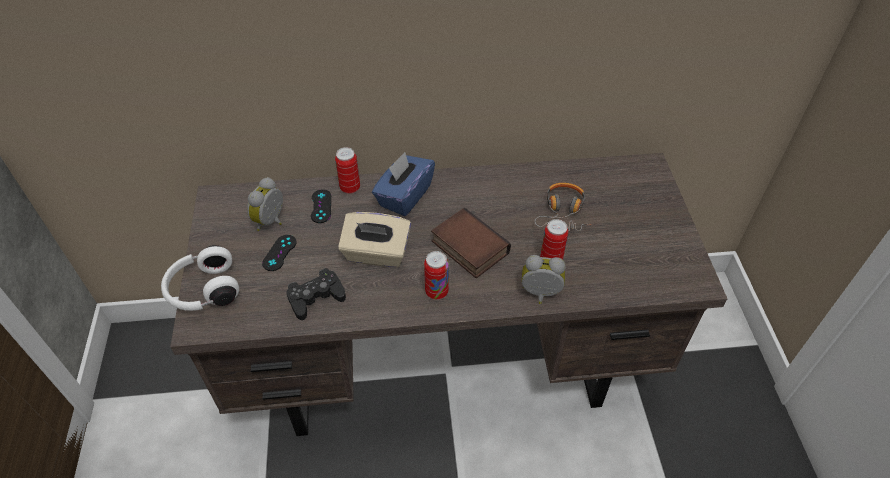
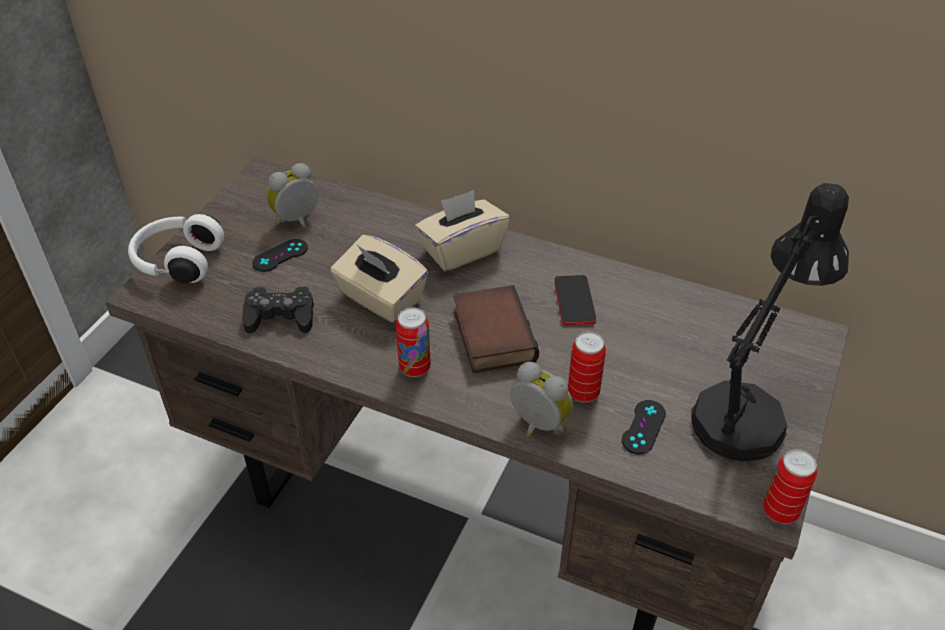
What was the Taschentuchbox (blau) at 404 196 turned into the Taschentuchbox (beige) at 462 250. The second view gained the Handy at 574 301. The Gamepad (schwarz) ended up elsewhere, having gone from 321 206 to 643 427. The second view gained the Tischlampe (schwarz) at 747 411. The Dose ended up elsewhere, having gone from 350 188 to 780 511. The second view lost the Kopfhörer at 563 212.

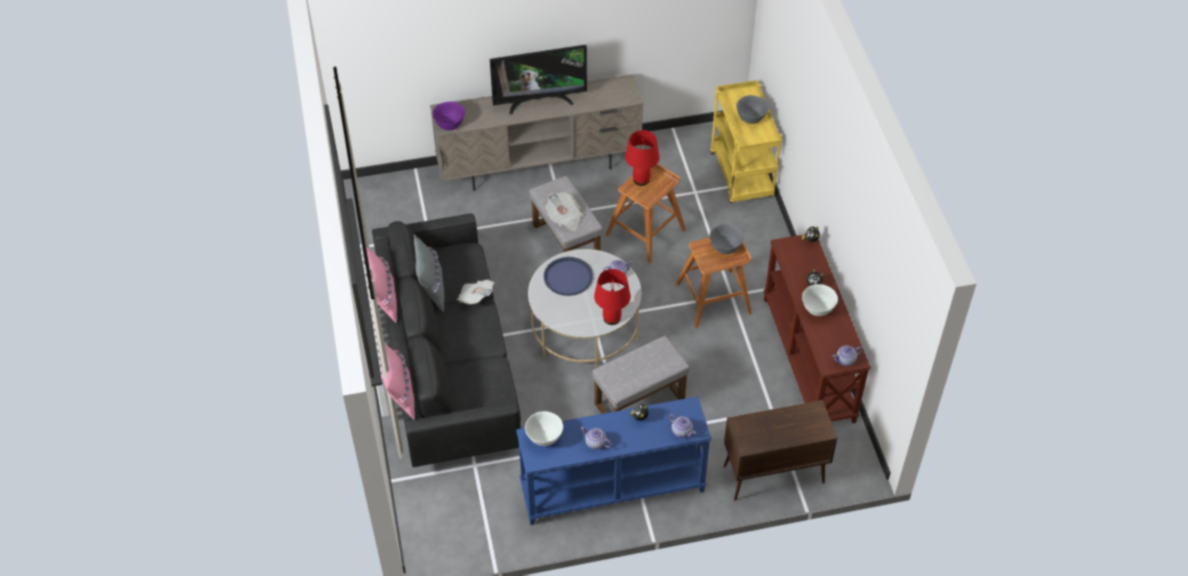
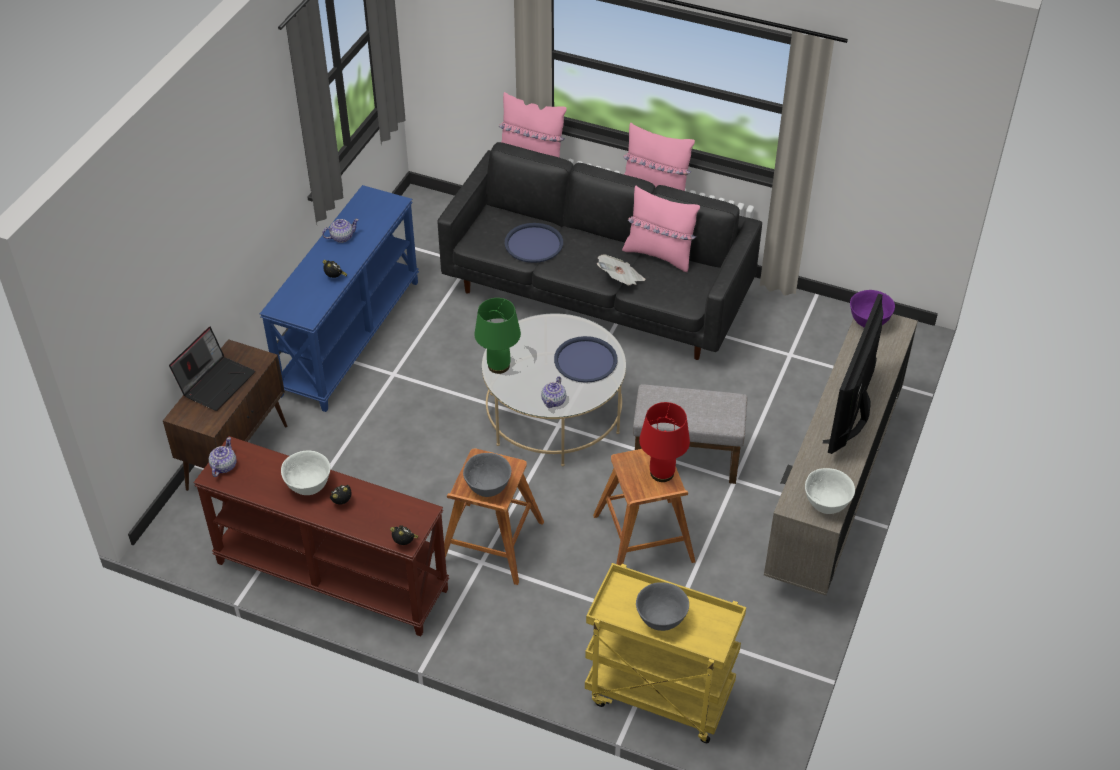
The second view gained the Laptop at 216 382. What was the Tischlampe (rot) at 612 318 turned into the Tischlampe (grün) at 499 366. The second view gained the Tablett (blau) at 533 244. What was the Kissen (grau) at 431 290 turned into the Kissen (rosa) at 659 255. The Schüssel (weiß) ended up elsewhere, having gone from 544 438 to 826 503. The second view lost the Zeitung at 564 218. The second view lost the Polsterhocker (grau) at 639 402. The second view lost the Teekanne at 681 431.

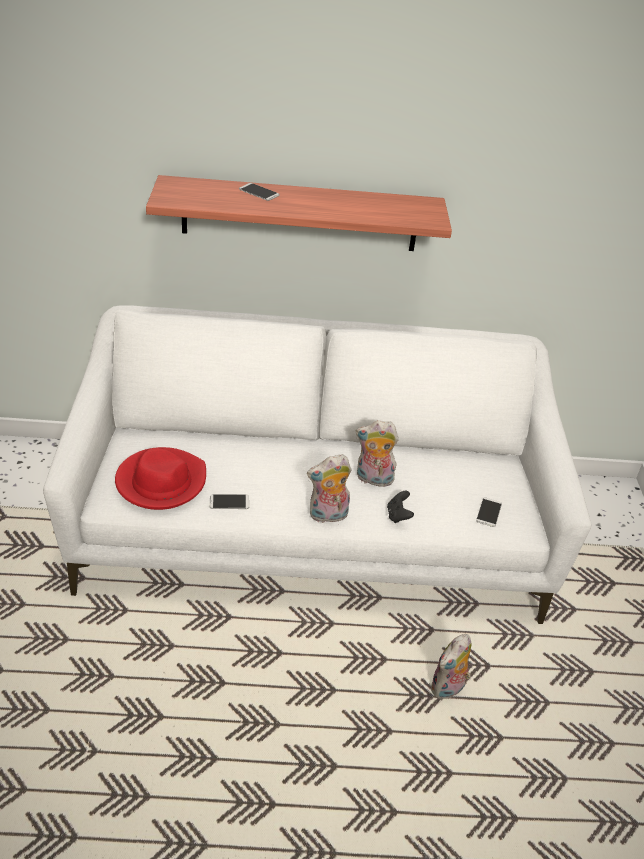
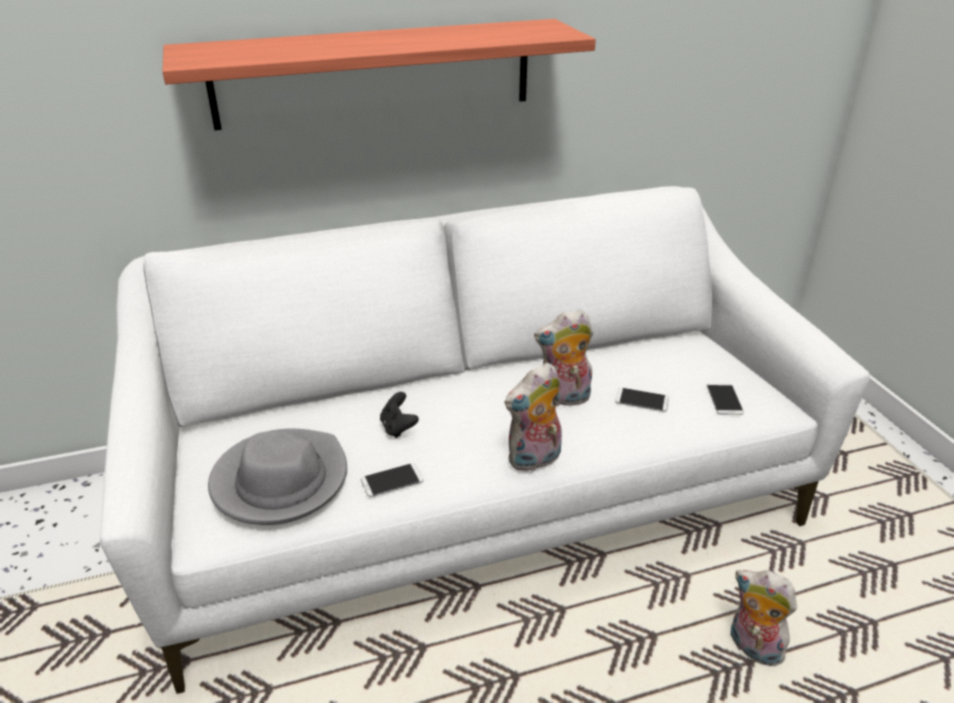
What was the Hut (rot) at 161 482 turned into the Hut (grau) at 280 480. The Gamepad (schwarz) ended up elsewhere, having gone from 398 515 to 398 428. The Handy ended up elsewhere, having gone from 259 192 to 642 400. The Plüschtier at 448 689 ended up facing another way, 105 degrees clockwise from before.

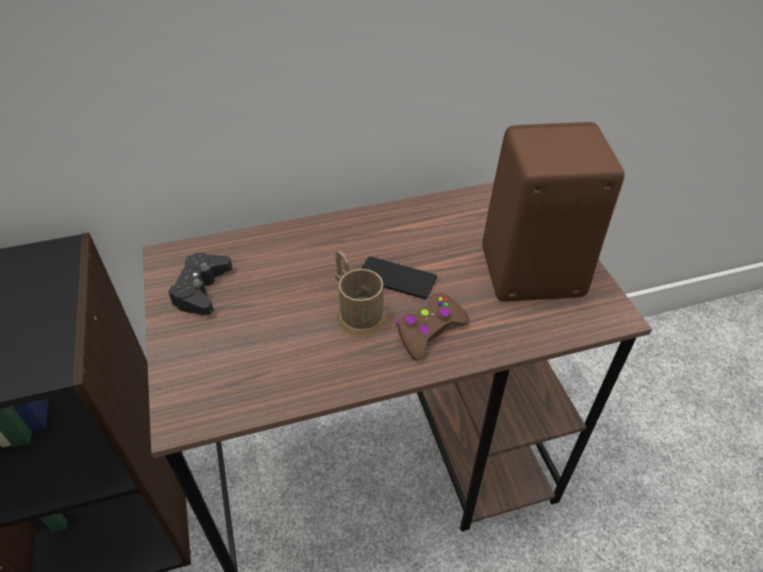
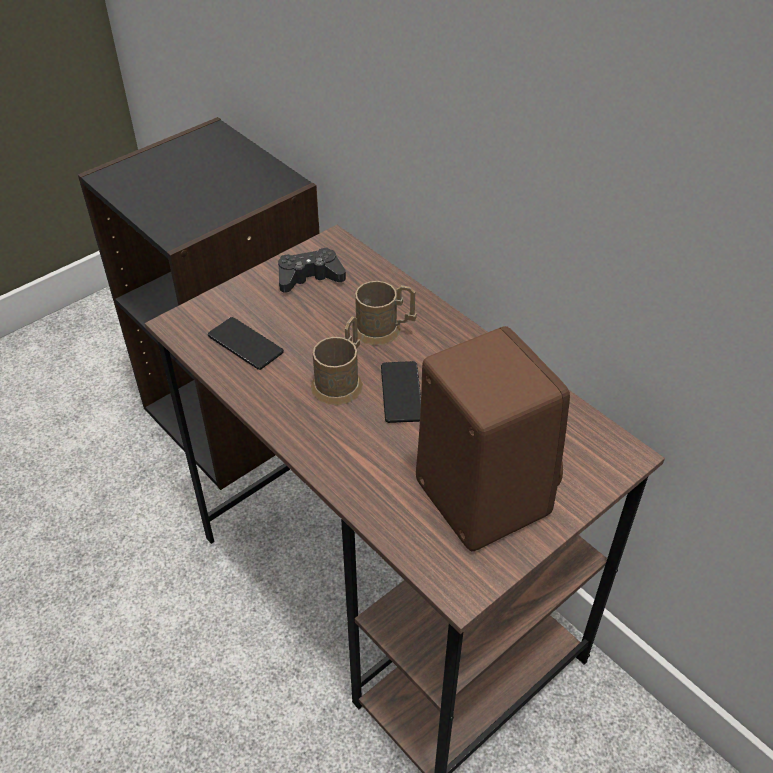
The second view gained the Handy at 245 344. The second view gained the Henkelbecher (braun) at 384 329. The second view lost the Gamepad (braun) at 429 331.

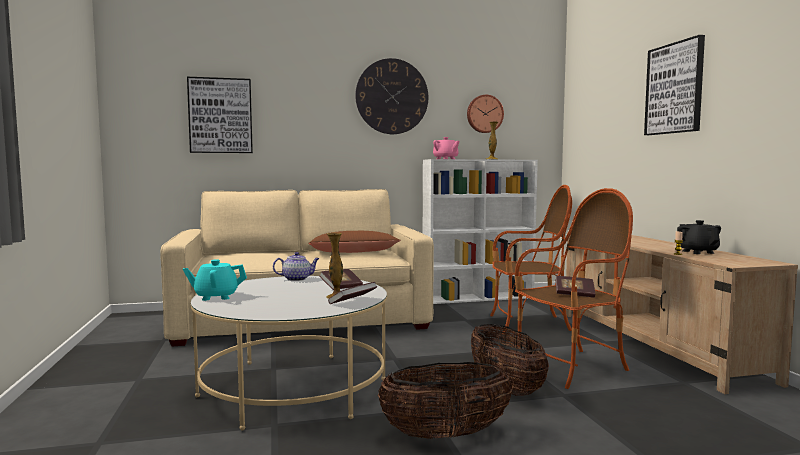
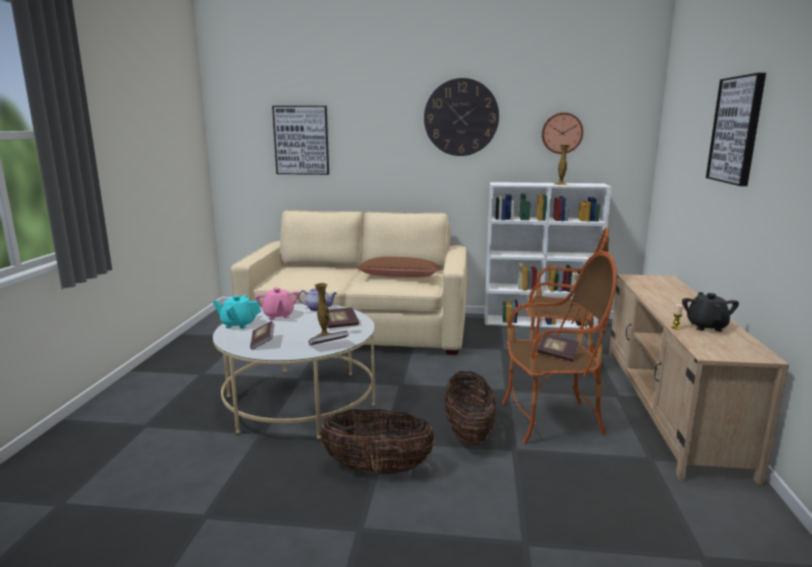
The second view gained the Buch at 262 342. The Teekanne (rosa) ended up elsewhere, having gone from 445 159 to 278 316.

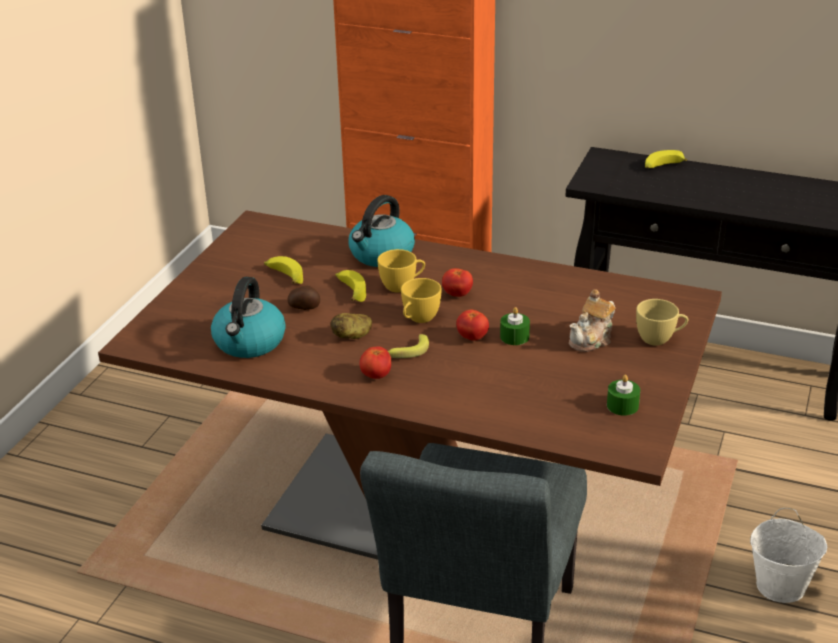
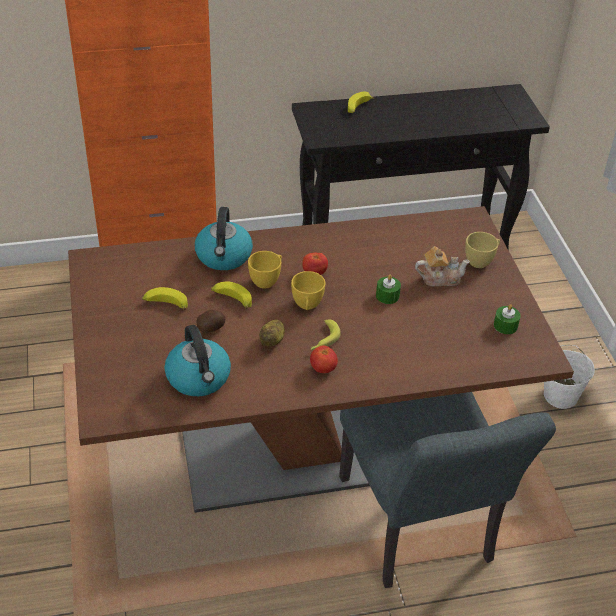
The Teekanne at 592 339 ended up facing another way, 105 degrees counterclockwise from before. The second view lost the Tomate at 472 337.

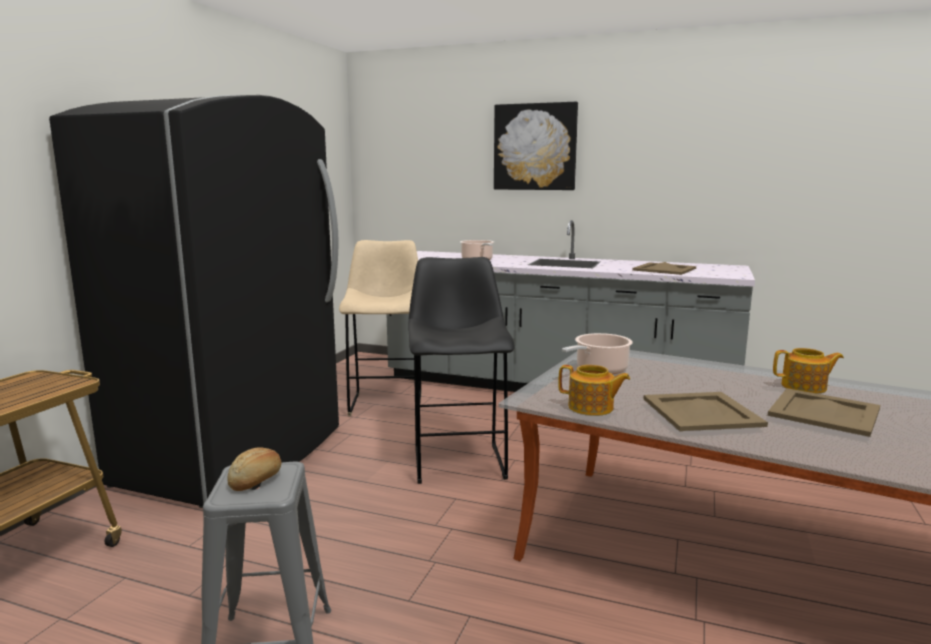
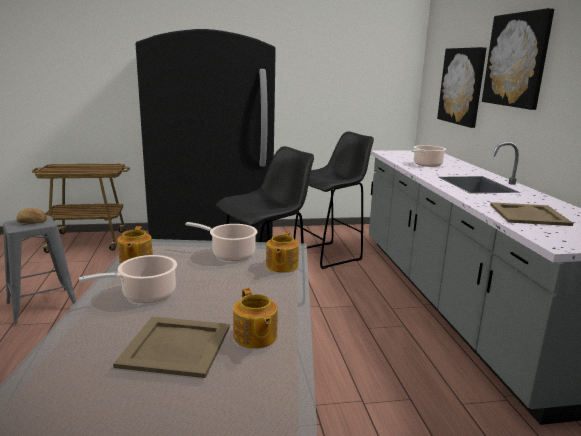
Where the Tablett (beige) stood at 701 412, the Kochtopf came to stand at 145 294. The second view gained the Teekanne at 281 266. What was the Hocker (beige) at 387 403 turned into the Hocker (schwarz) at 329 255. The second view gained the Bild at 462 86.

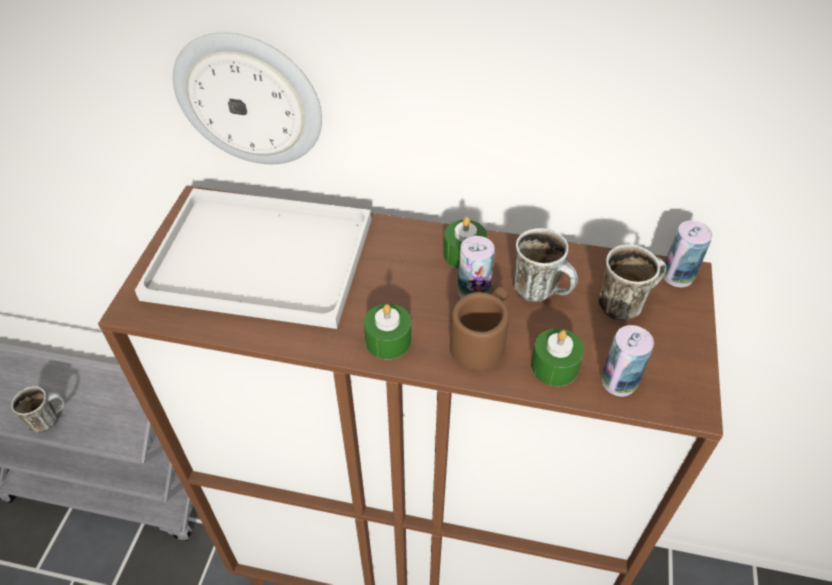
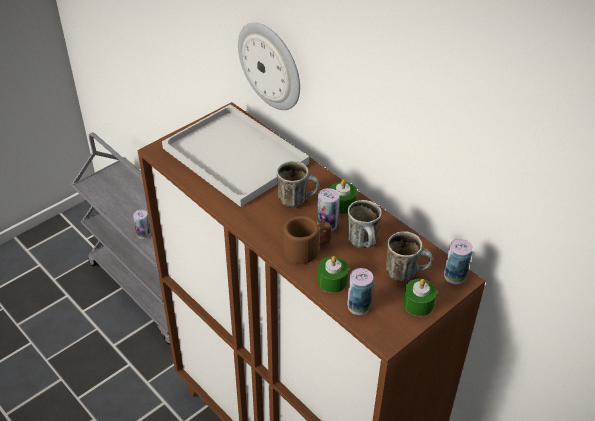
The second view gained the Dose at 143 234. The Henkelbecher ended up elsewhere, having gone from 49 419 to 297 200. The Kerze (grün) ended up elsewhere, having gone from 388 340 to 418 303.

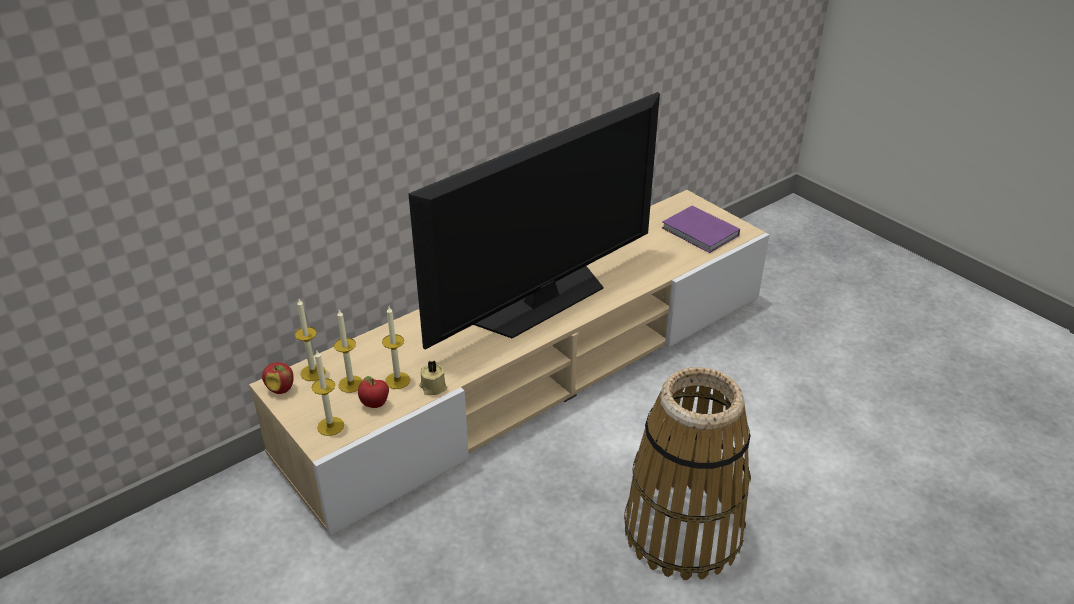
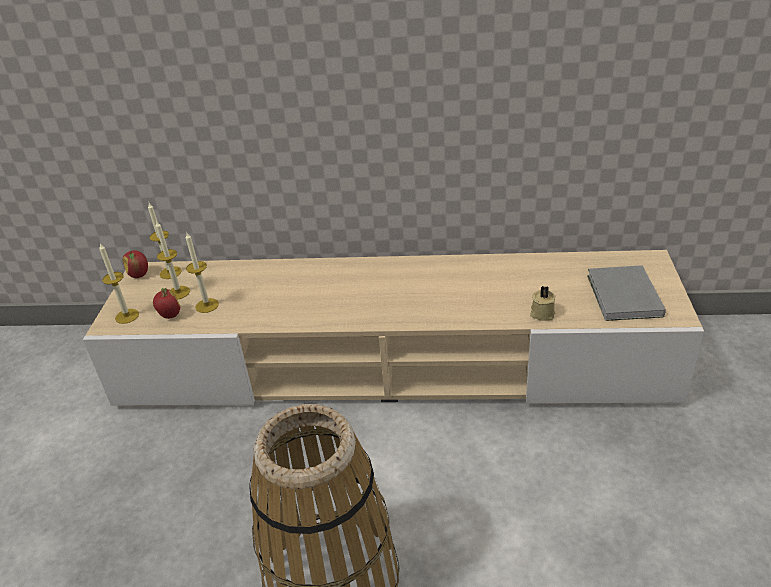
The Kerze (beige) ended up elsewhere, having gone from 432 387 to 542 313. What was the Buch (lila) at 700 233 turned into the Buch (grau) at 623 297. The second view lost the Fernseher at 541 300.

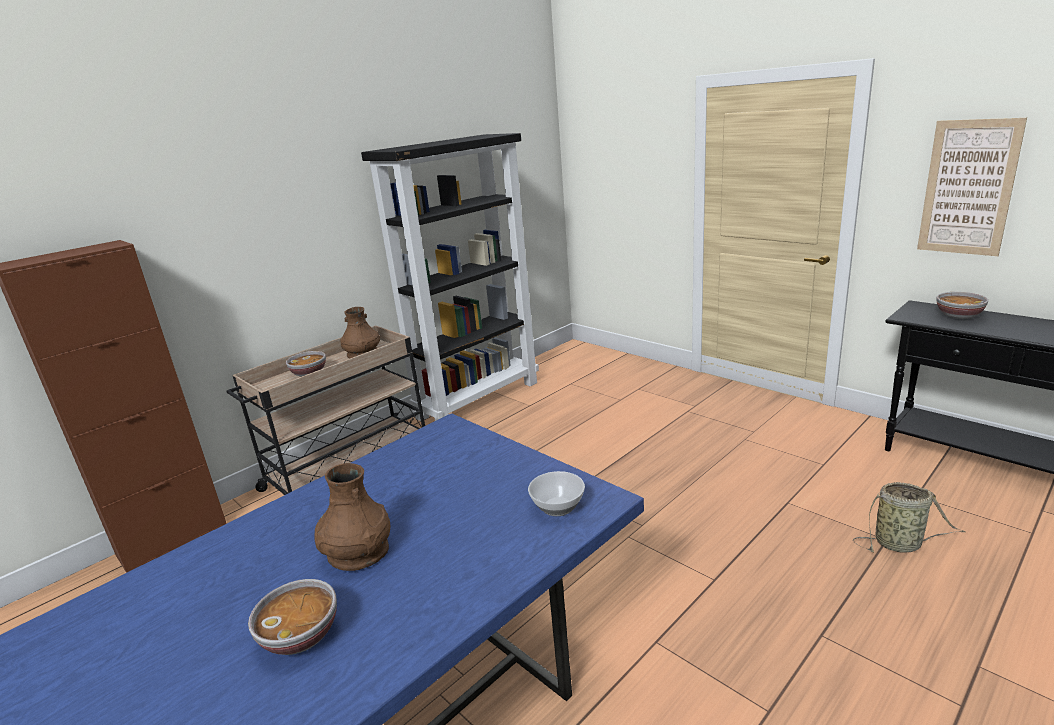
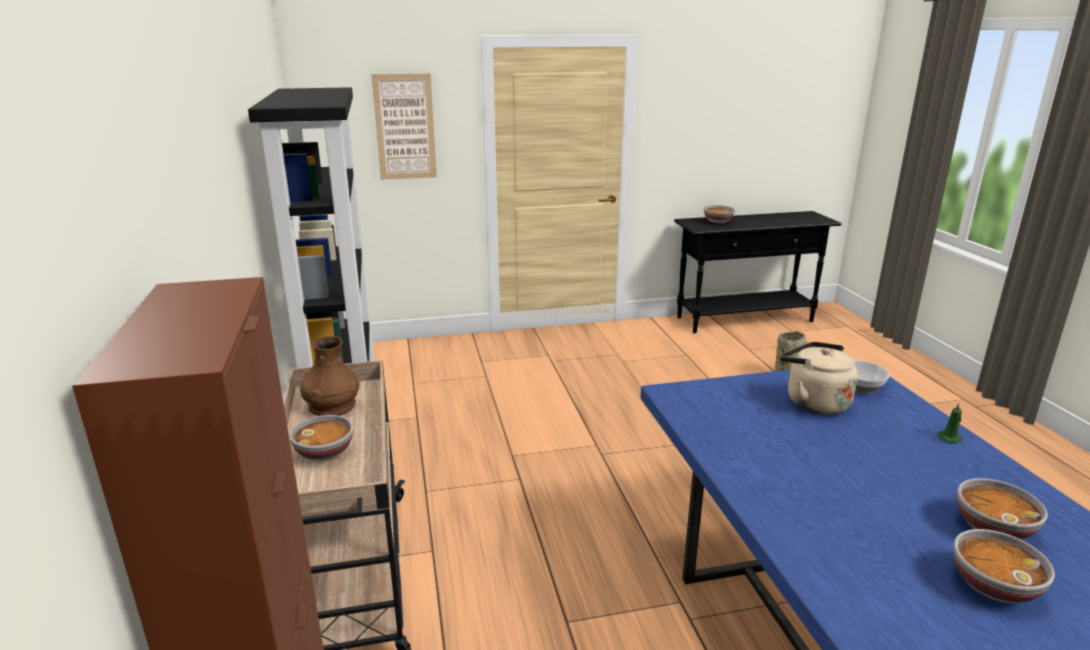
The Bild ended up elsewhere, having gone from 968 188 to 405 127. The second view gained the Wasserkessel (beige) at 813 402. The second view gained the Kerze (grün) at 950 438. The second view gained the Schüssel at 992 585. The second view lost the Vase (braun) at 358 552.

